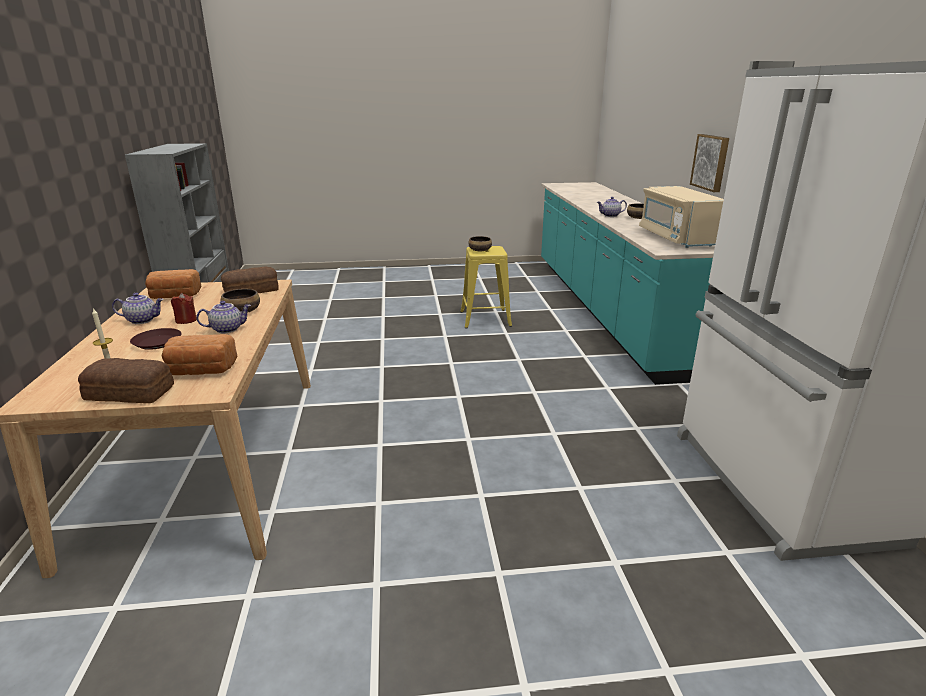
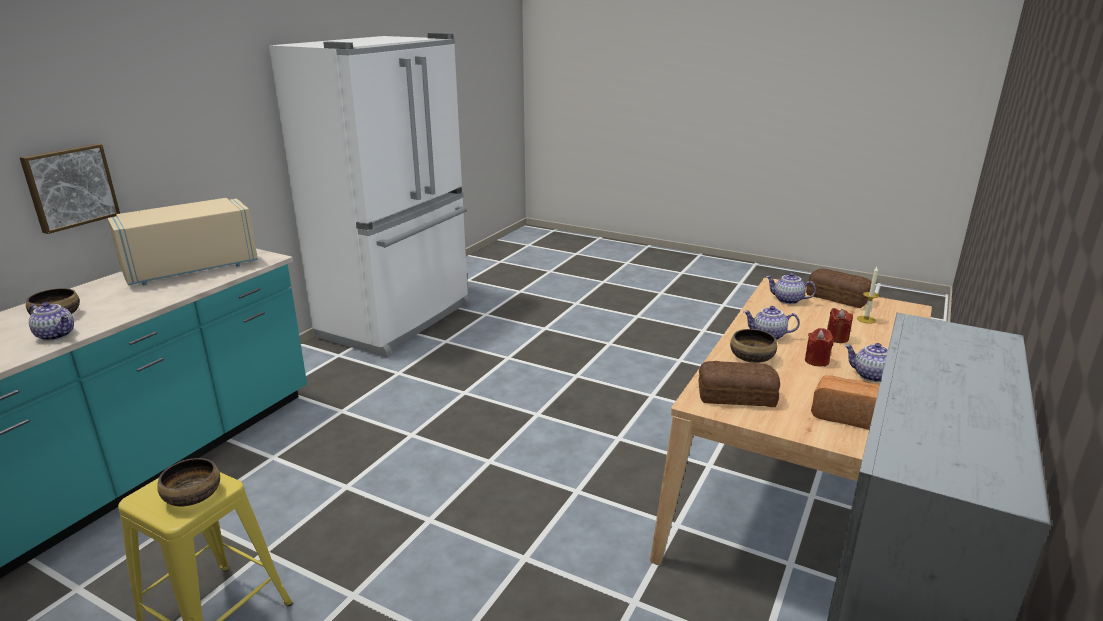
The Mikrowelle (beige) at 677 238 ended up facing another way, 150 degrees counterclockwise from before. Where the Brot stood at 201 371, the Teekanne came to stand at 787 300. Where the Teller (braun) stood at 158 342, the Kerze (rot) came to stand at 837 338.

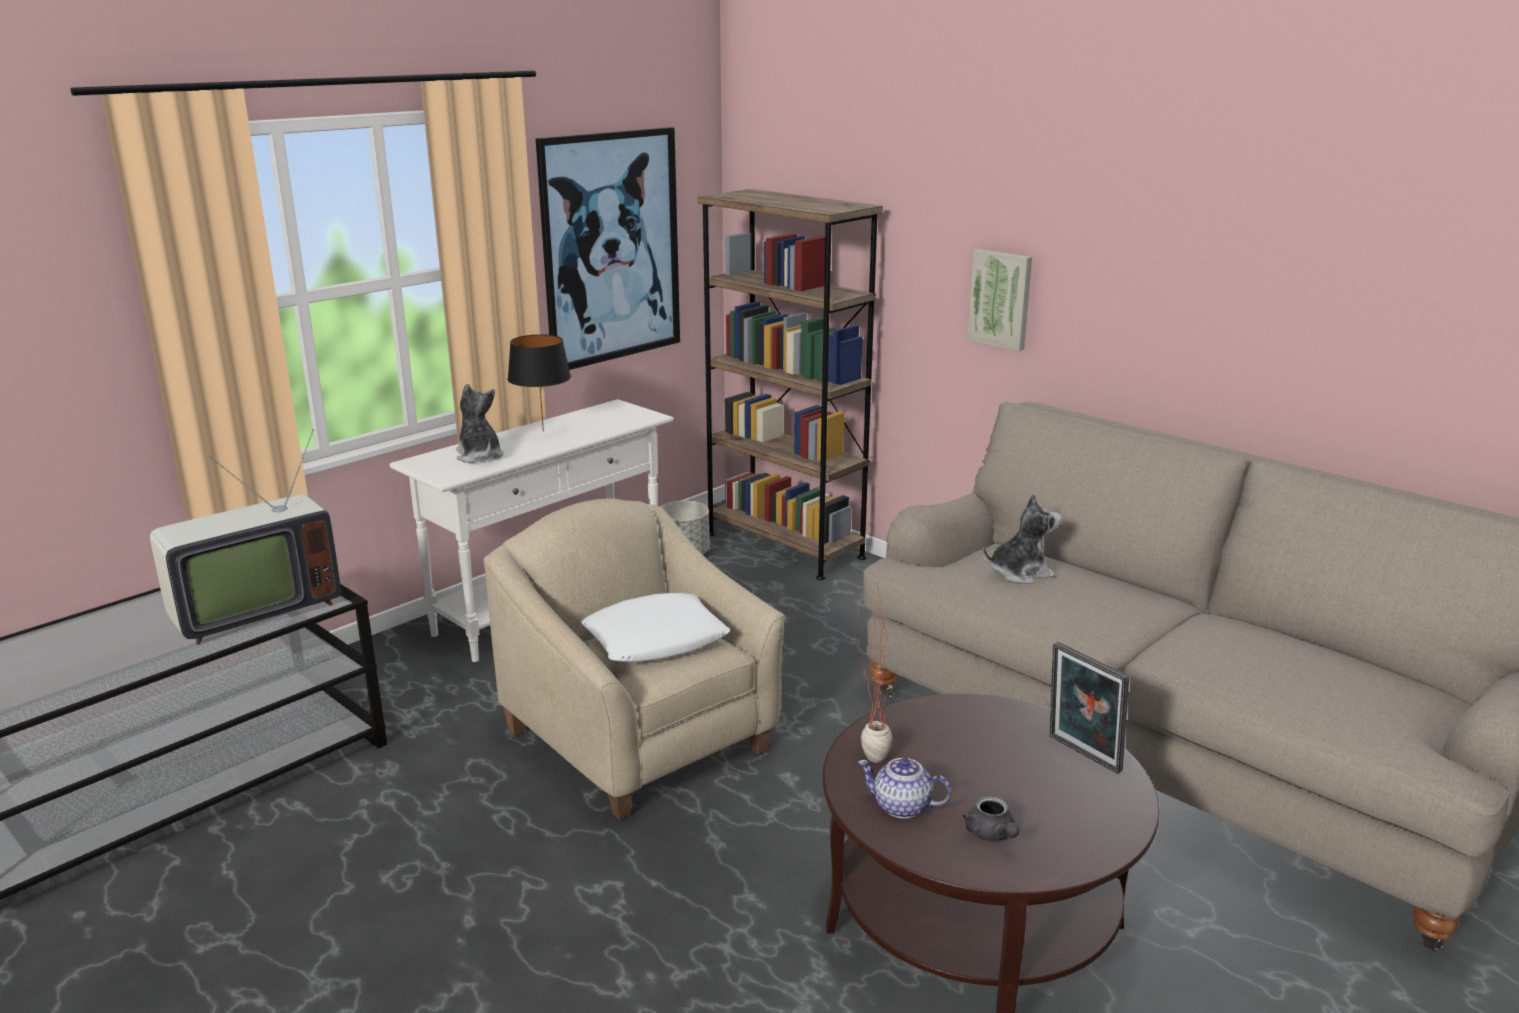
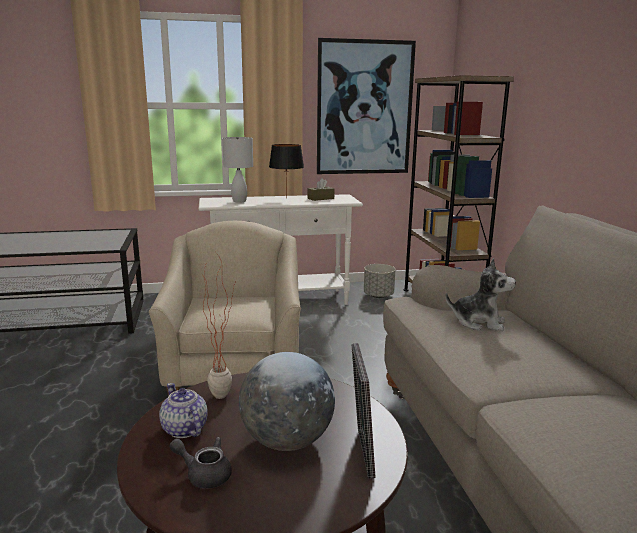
The Teekanne (grau) at 992 835 ended up facing another way, 90 degrees clockwise from before. Where the Plüschtier stood at 479 456, the Tischlampe (weiß) came to stand at 239 201. The second view gained the Globus at 287 441. The second view gained the Taschentuchbox (braun) at 320 198. The second view lost the Fernseher at 252 611. The second view lost the Kissen (weiß) at 656 639. The second view lost the Bild at 1001 299.

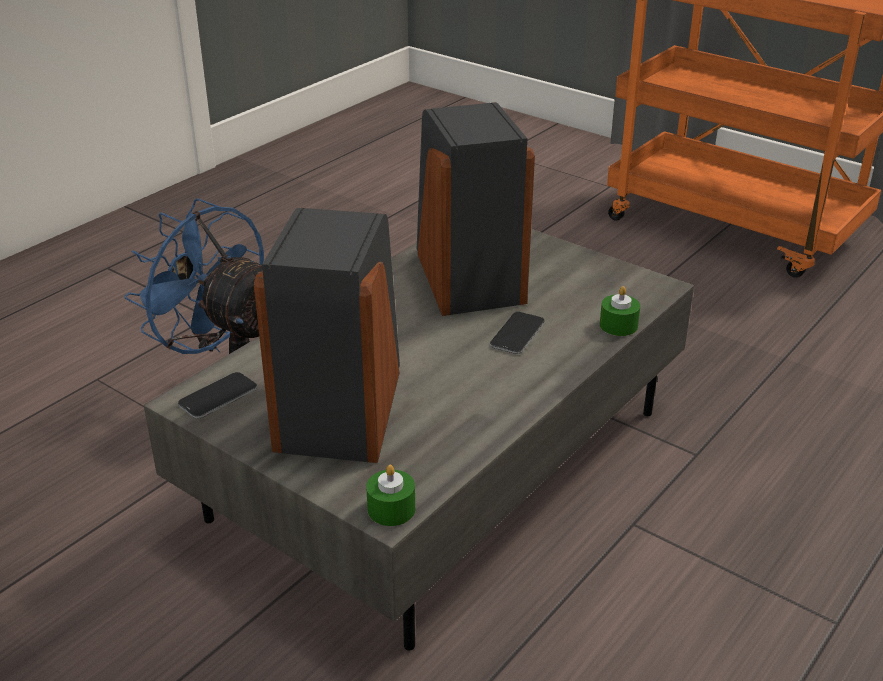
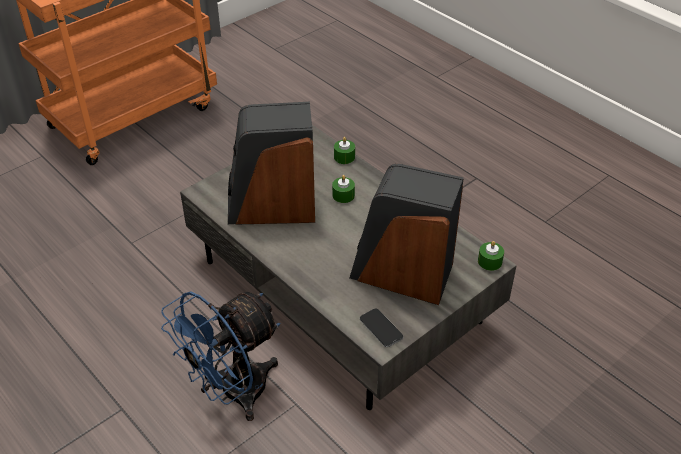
Where the Handy stood at 517 334, the Kerze (grün) came to stand at 343 195.

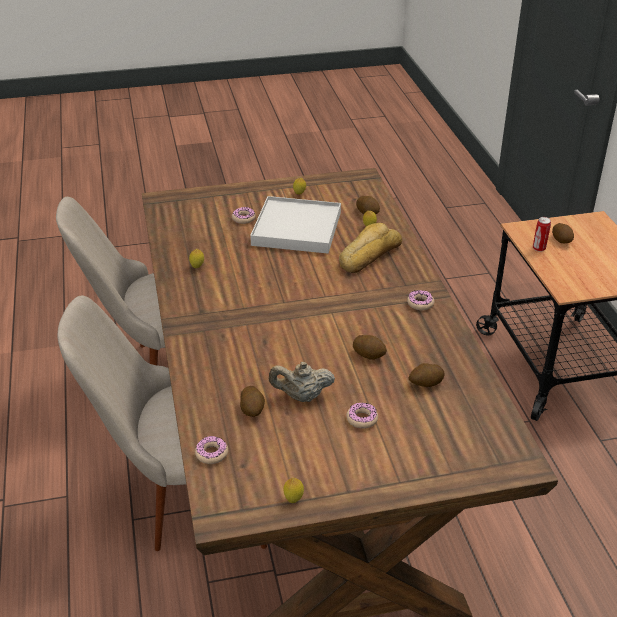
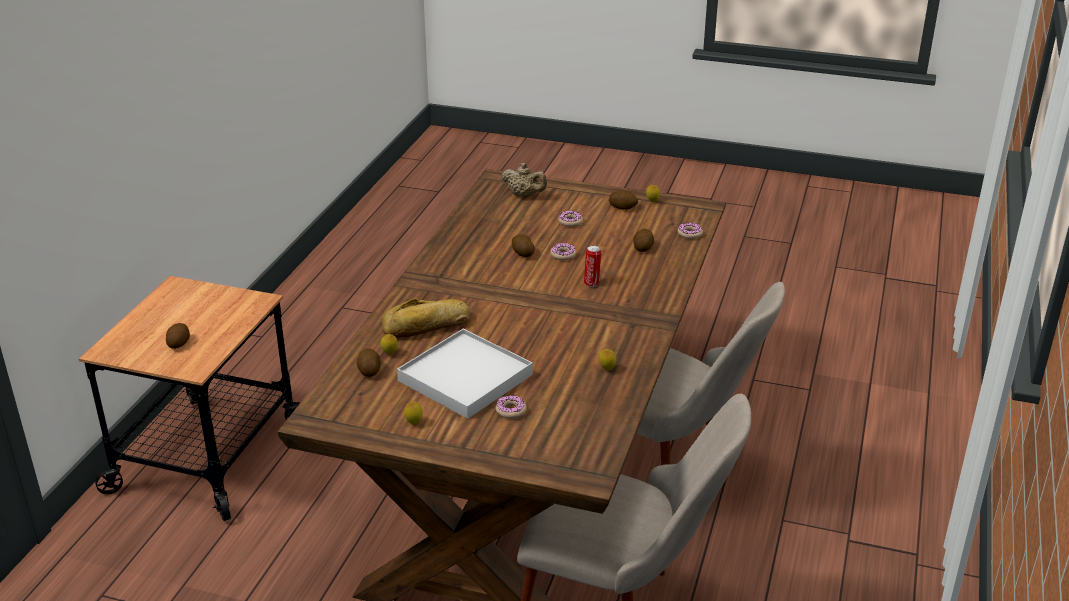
The Teekanne (beige) ended up elsewhere, having gone from 301 396 to 524 195. The Donut ended up elsewhere, having gone from 420 303 to 563 255. The Dose ended up elsewhere, having gone from 539 248 to 592 283. The Kartoffel ended up elsewhere, having gone from 425 383 to 623 207.

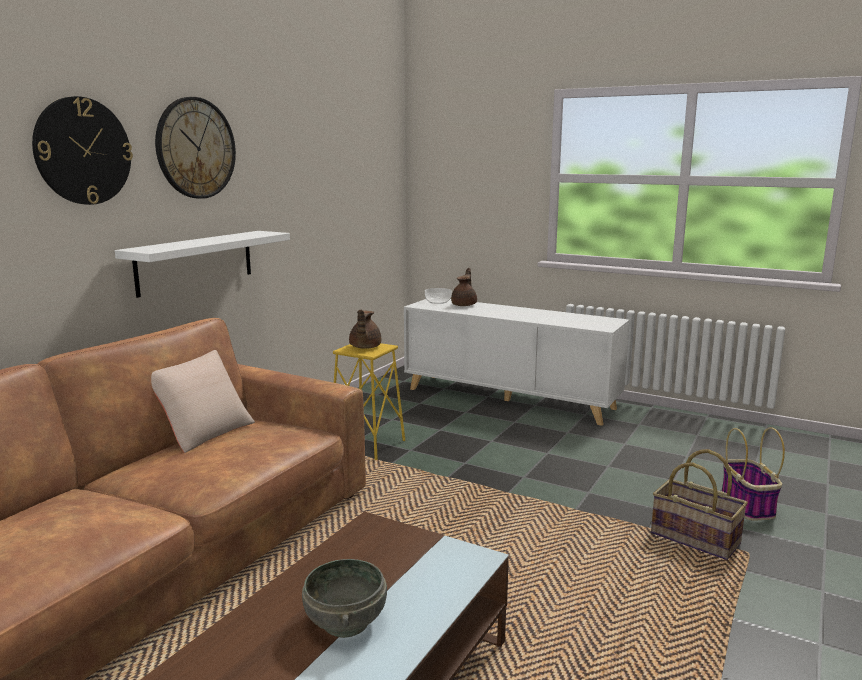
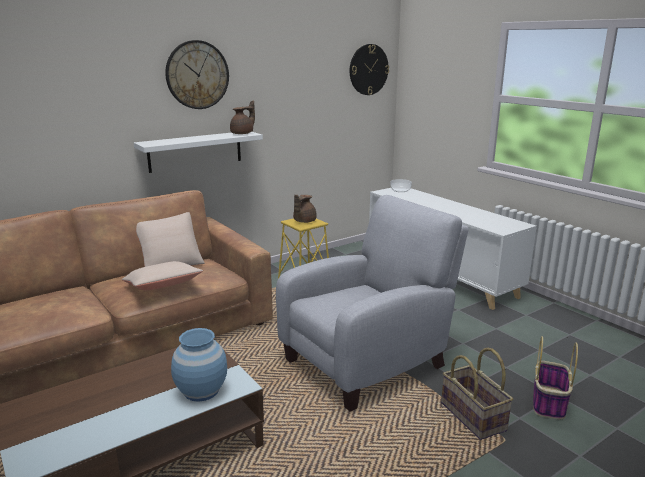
The second view gained the Kissen (beige) at 163 287. The second view gained the Vase (blau) at 201 390. The Teekanne (braun) ended up elsewhere, having gone from 464 305 to 243 133. The second view gained the Sessel (grau) at 369 361. The Wanduhr ended up elsewhere, having gone from 83 151 to 368 69. The second view lost the Schüssel (grau) at 347 622.

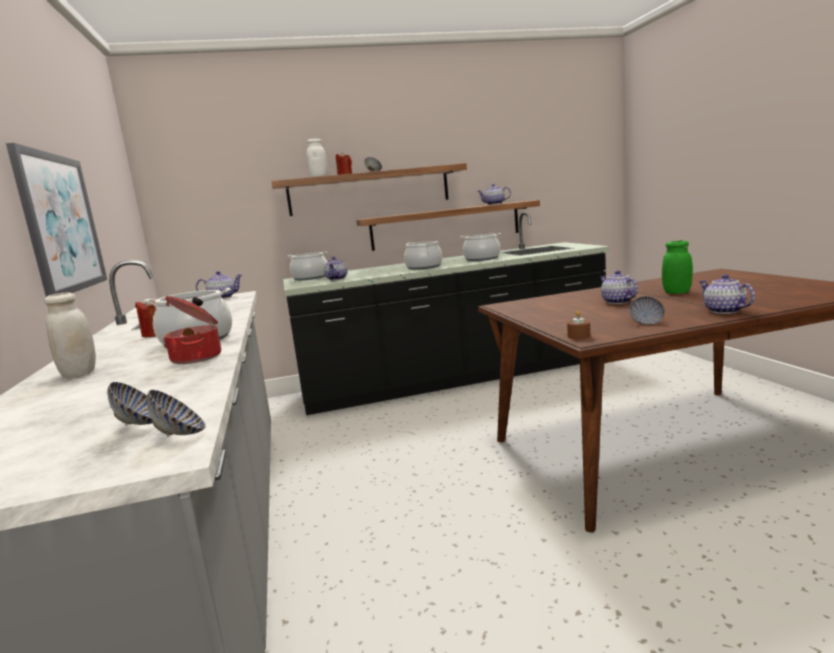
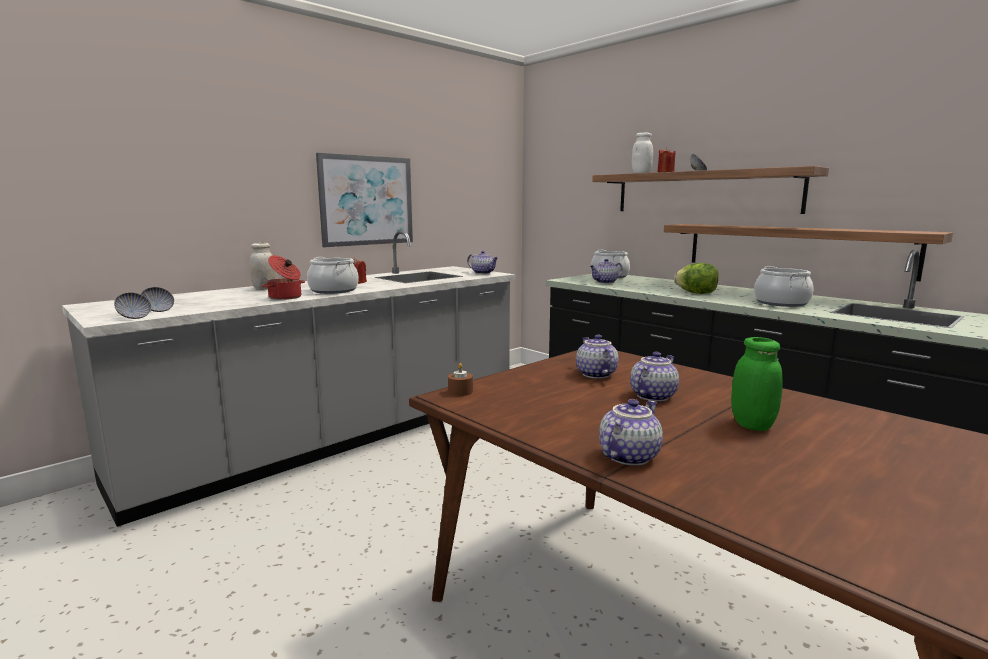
The Teekanne ended up elsewhere, having gone from 494 204 to 595 374. Where the Kochtopf stood at 424 267, the Salatkopf came to stand at 696 293. The second view lost the Schüssel at 646 323.

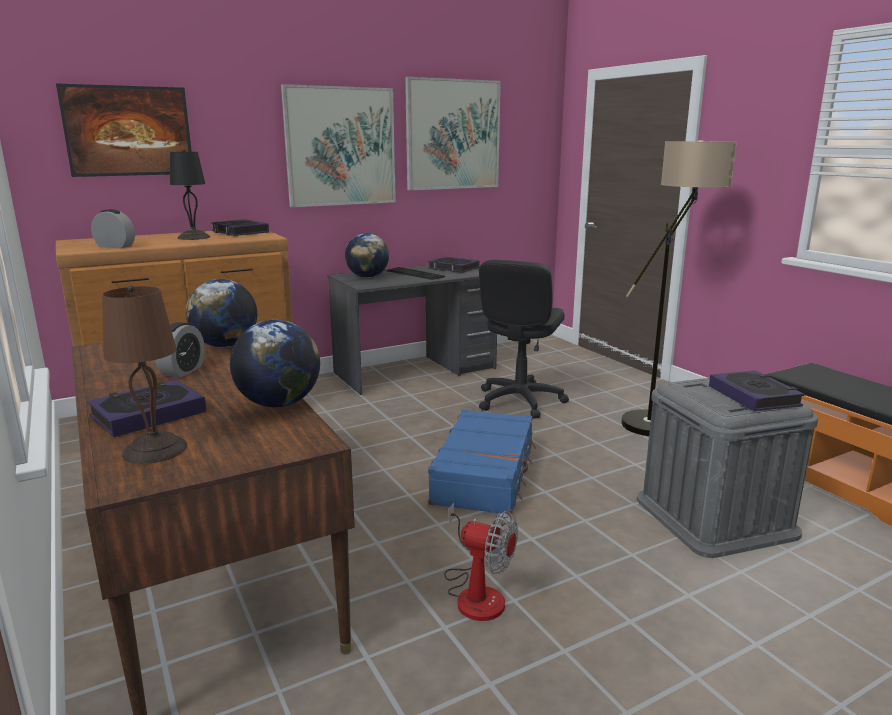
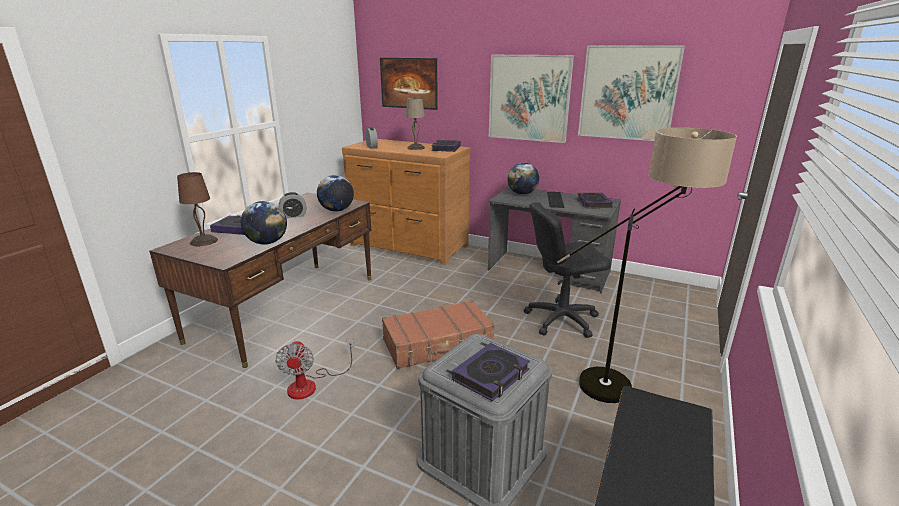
What was the Koffer (blau) at 485 474 turned into the Koffer (braun) at 438 344. What was the Tischlampe (schwarz) at 193 237 turned into the Tischlampe (beige) at 415 148.

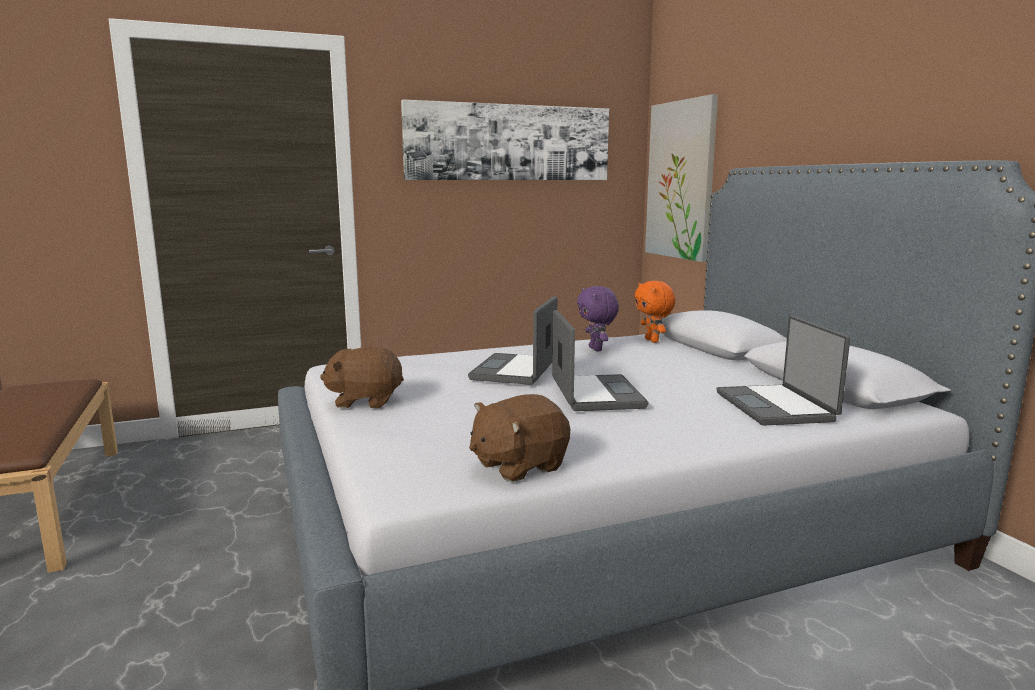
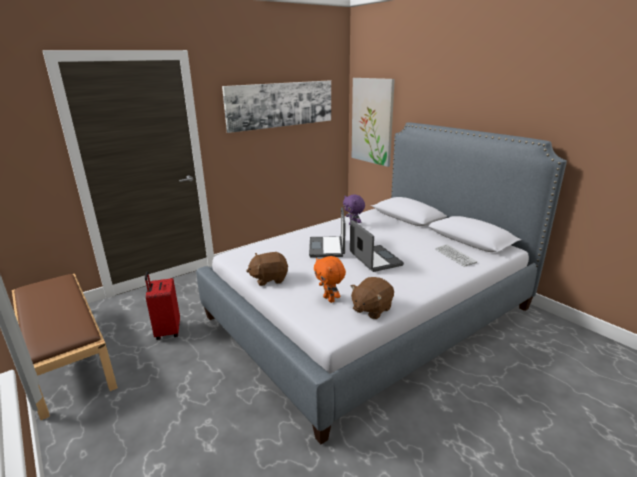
The second view gained the Koffer (rot) at 167 331. The Plüschtier (orange) ended up elsewhere, having gone from 653 341 to 330 299. Where the Laptop stood at 776 407, the Tastatur came to stand at 455 256.

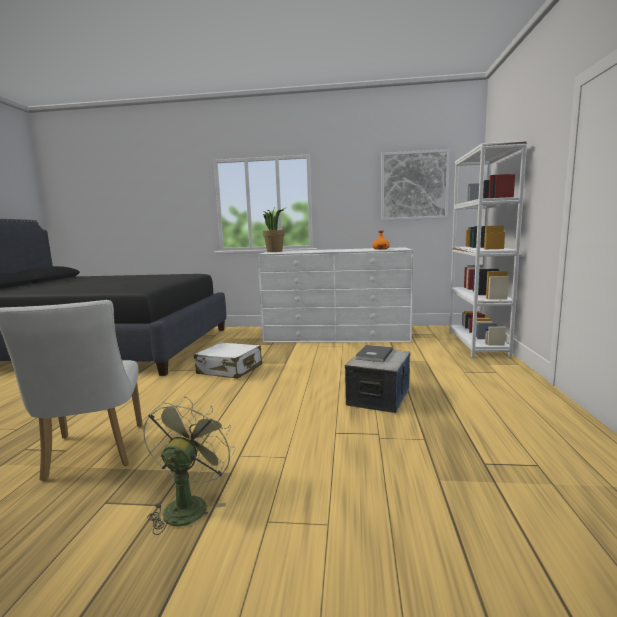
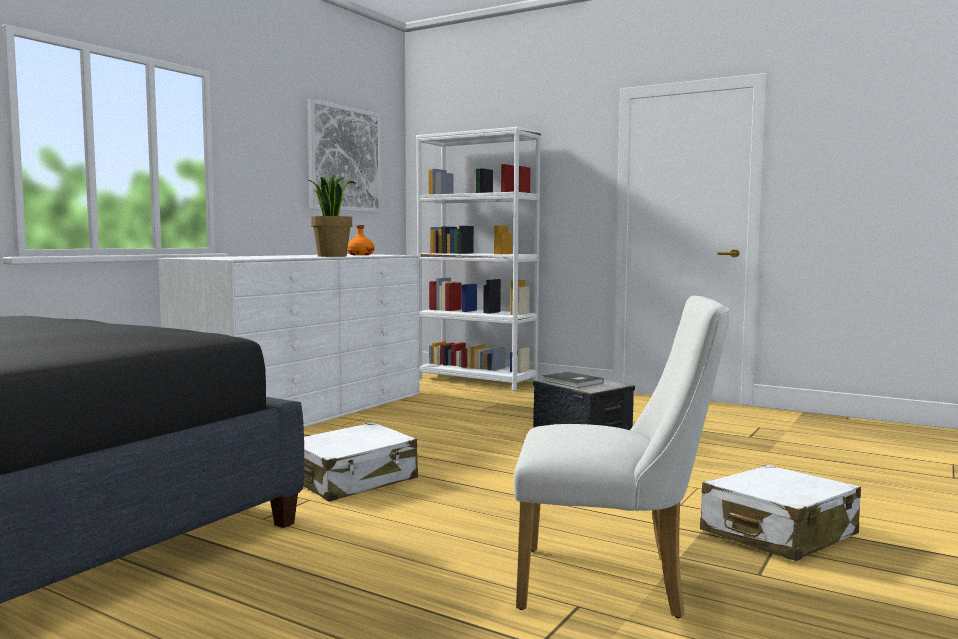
The Topfpflanze ended up elsewhere, having gone from 275 251 to 332 256. Where the Ventilator (grün) stood at 188 504, the Koffer (weiß) came to stand at 778 534.

